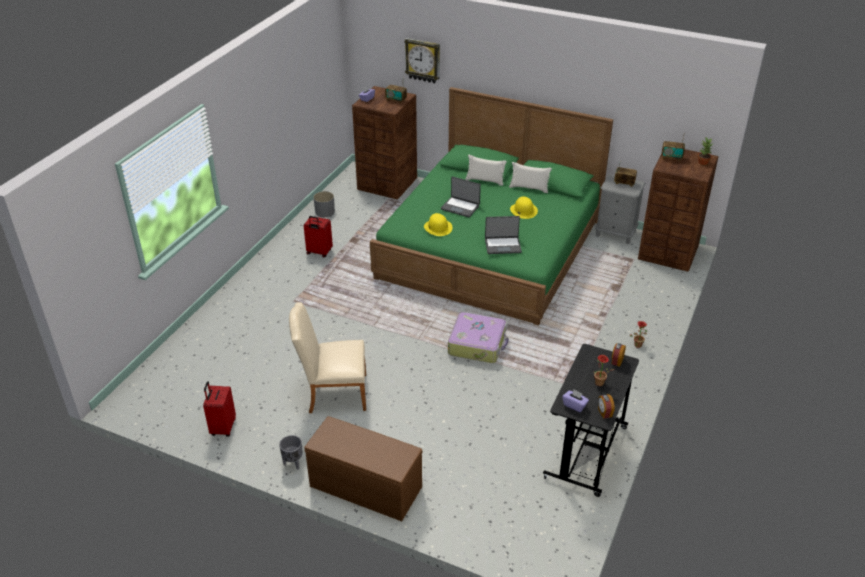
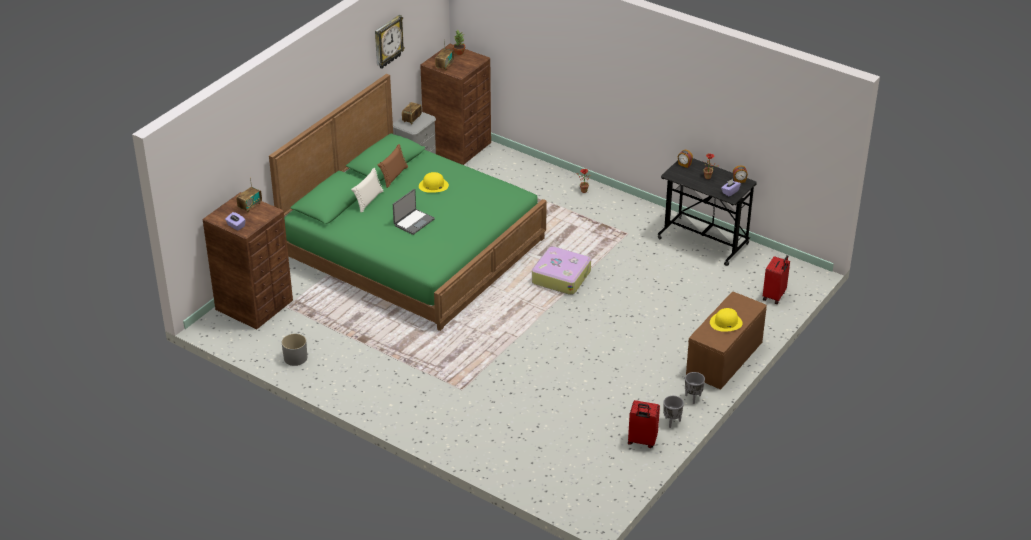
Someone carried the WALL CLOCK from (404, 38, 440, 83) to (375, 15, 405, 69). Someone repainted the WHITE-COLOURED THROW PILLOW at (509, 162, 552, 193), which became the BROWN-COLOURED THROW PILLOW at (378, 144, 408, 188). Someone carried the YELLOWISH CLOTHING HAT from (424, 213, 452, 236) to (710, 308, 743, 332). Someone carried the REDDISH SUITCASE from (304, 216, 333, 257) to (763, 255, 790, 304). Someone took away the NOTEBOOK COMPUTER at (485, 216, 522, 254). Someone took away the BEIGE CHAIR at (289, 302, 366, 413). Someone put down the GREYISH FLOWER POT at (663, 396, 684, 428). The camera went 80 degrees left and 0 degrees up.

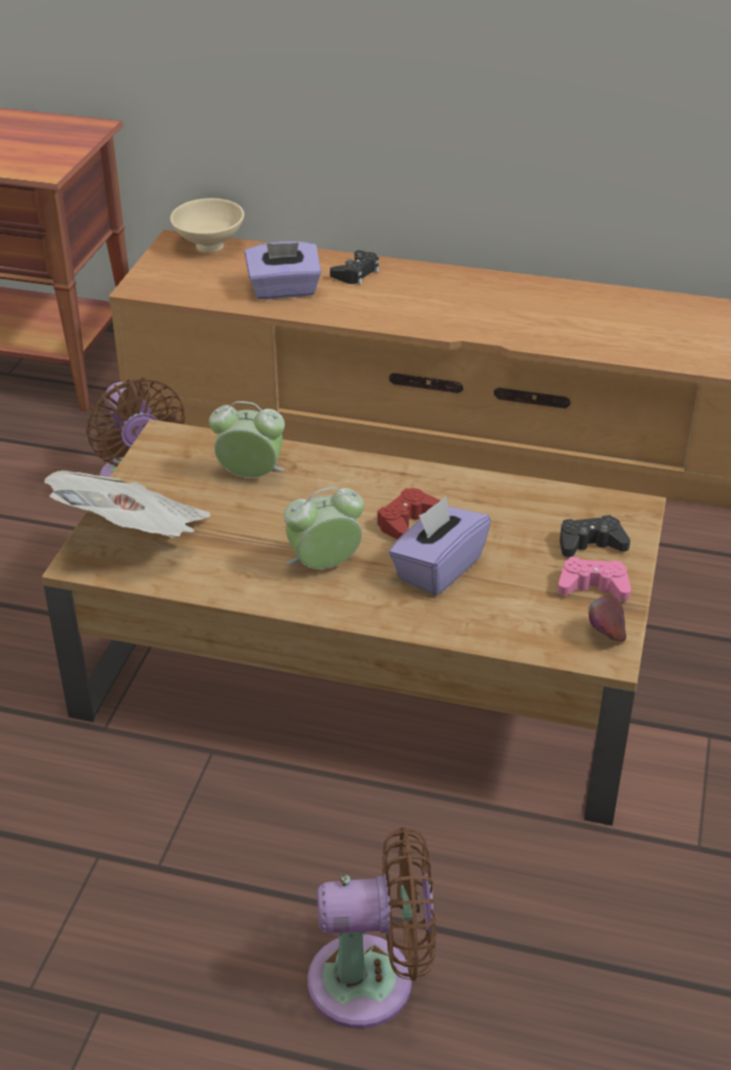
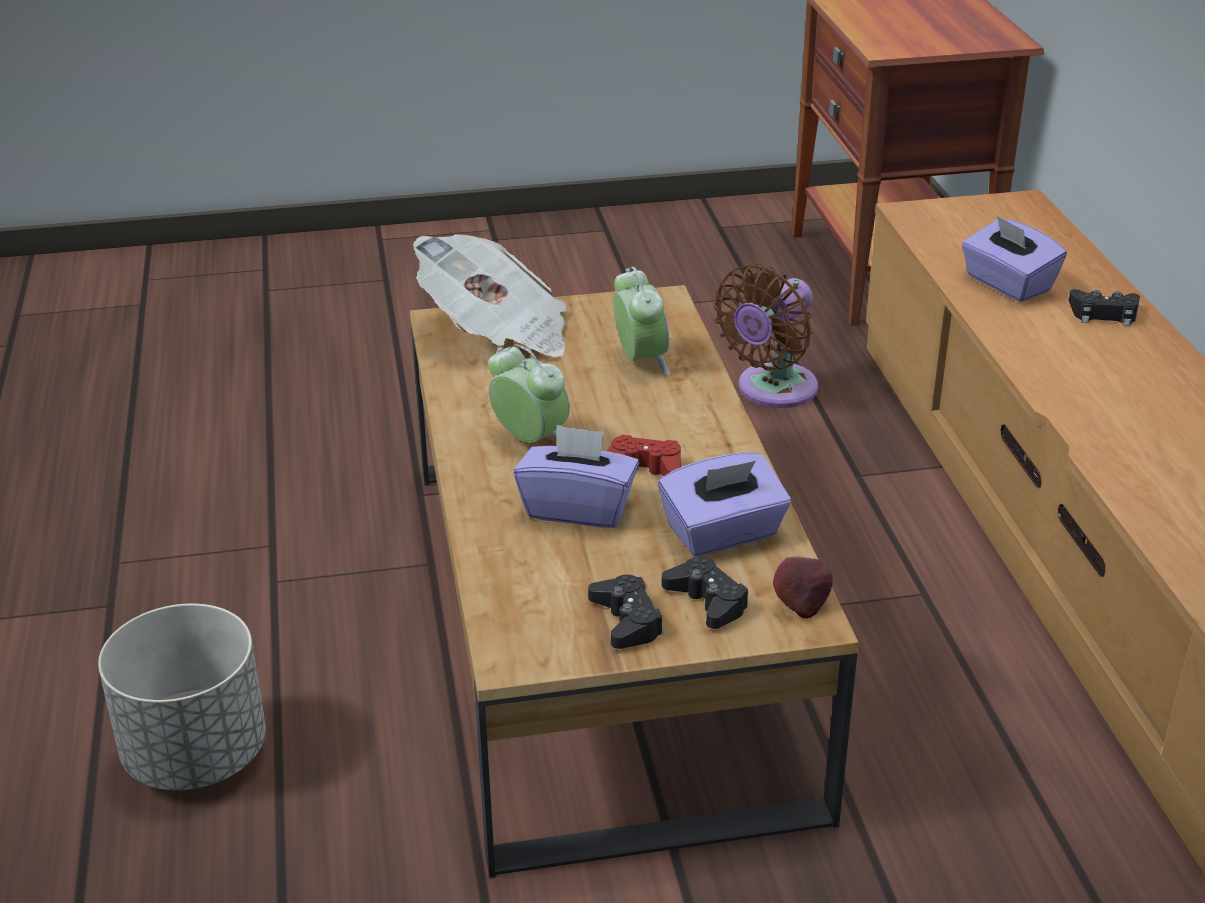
Someone took away the BEIGE SERVING BOWL at (170, 198, 244, 253). Someone repainted the PINKISH JOYPAD at (558, 557, 631, 601), which became the BLACK-COLOURED JOYPAD at (588, 575, 664, 649). Someone carried the APPLE FRUIT from (589, 596, 626, 641) to (773, 556, 833, 618). Someone swapped the BROWN-COLOURED COOLING FAN at (307, 827, 436, 1029) for the GREYISH FLOWER POT at (98, 603, 266, 791). Someone put down the PURPLE-COLOURED TISSUE BOX at (658, 452, 791, 556). The camera went 65 degrees right and 5 degrees down.

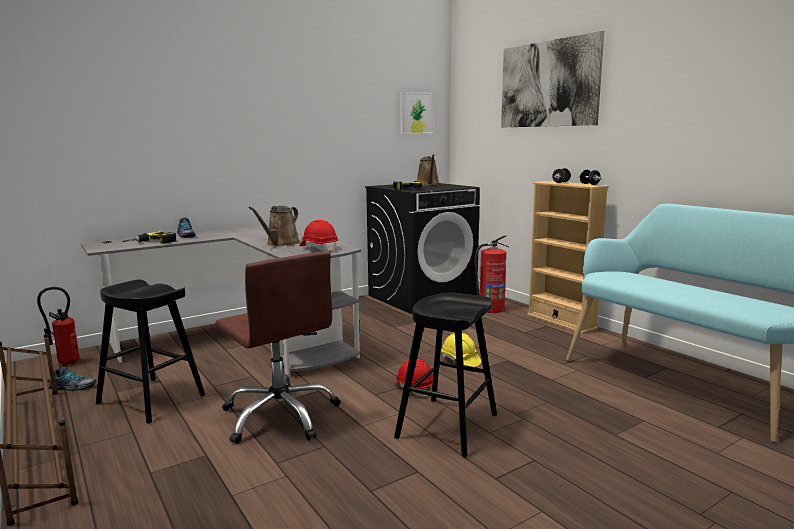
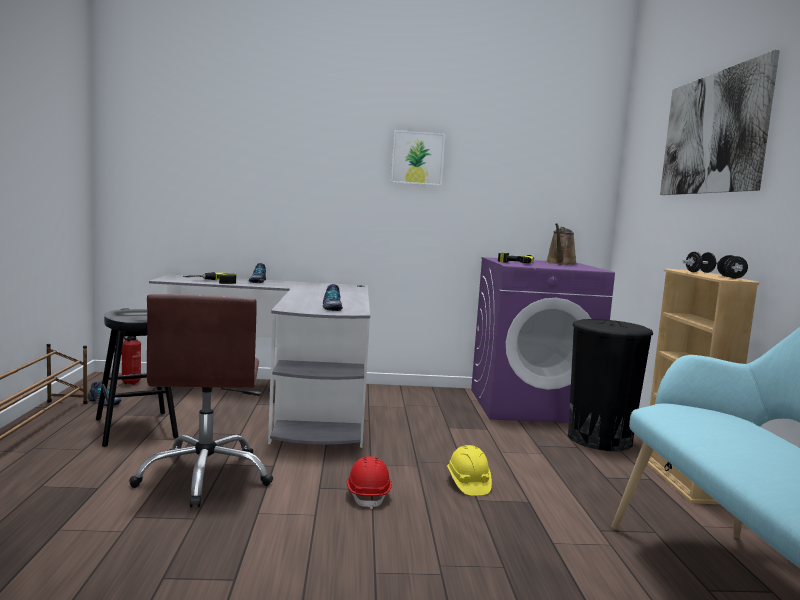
Someone carried the WALL PICTURE from (400, 92, 434, 134) to (391, 130, 445, 186). Someone repainted the BLACK-COLOURED WASHING MACHINE at (365, 183, 480, 314), which became the PURPLE-COLOURED WASHING MACHINE at (471, 257, 615, 423). Someone took away the BROWN-COLOURED WATERING CAN at (248, 206, 300, 246). Someone swapped the REDDISH HARD HAT at (300, 220, 338, 252) for the LOW SHOE at (323, 284, 343, 311). Someone swapped the FIRE EXTINGUISHER at (475, 235, 508, 313) for the BLACK-COLOURED RUBBISH BIN at (568, 319, 653, 451). Someone took away the BLACK-COLOURED SITTING STOOL at (394, 293, 497, 457). The camera went 30 degrees right and 5 degrees down.

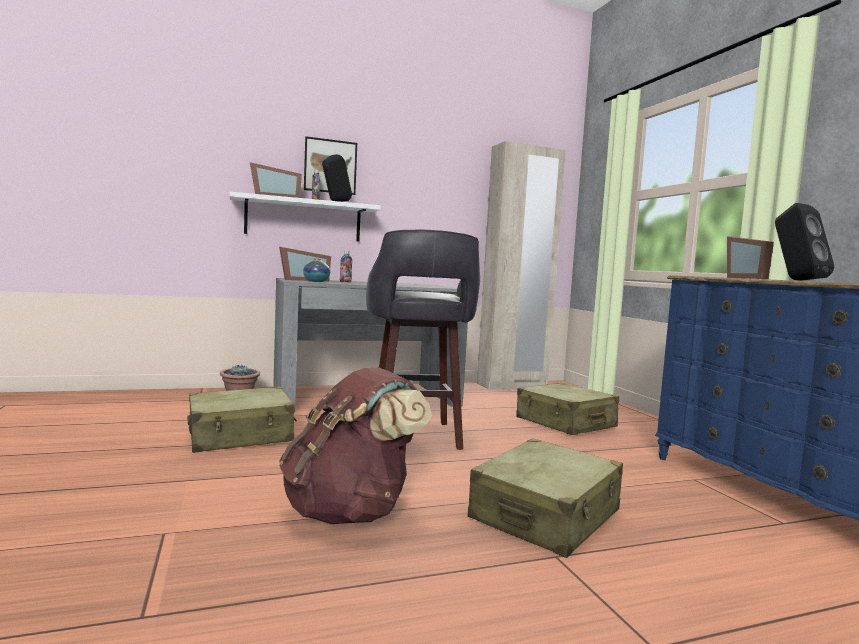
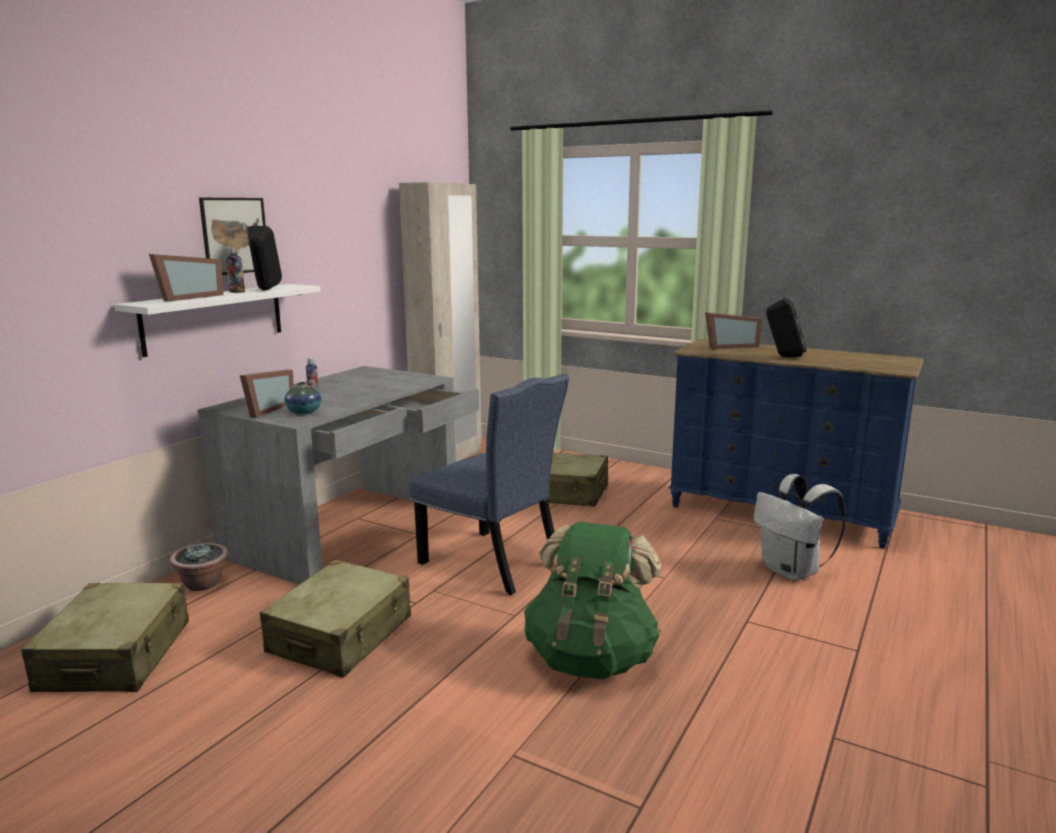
Someone swapped the GREYISH SITTING STOOL at (366, 230, 480, 450) for the BLUE CHAIR at (409, 374, 570, 595). Someone rotated the PHOTO FRAME at (727, 237, 774, 279) by 60 degrees counterclockwise. Someone repainted the BROWN-COLOURED BACKPACK at (279, 367, 432, 524), which became the GREEN-COLOURED BACKPACK at (524, 521, 661, 679). Someone carried the BEIGE SUITCASE from (468, 438, 623, 558) to (21, 583, 189, 692). Someone put down the WHITE-COLOURED BACKPACK at (753, 474, 846, 581). The camera went 40 degrees left and 10 degrees up.

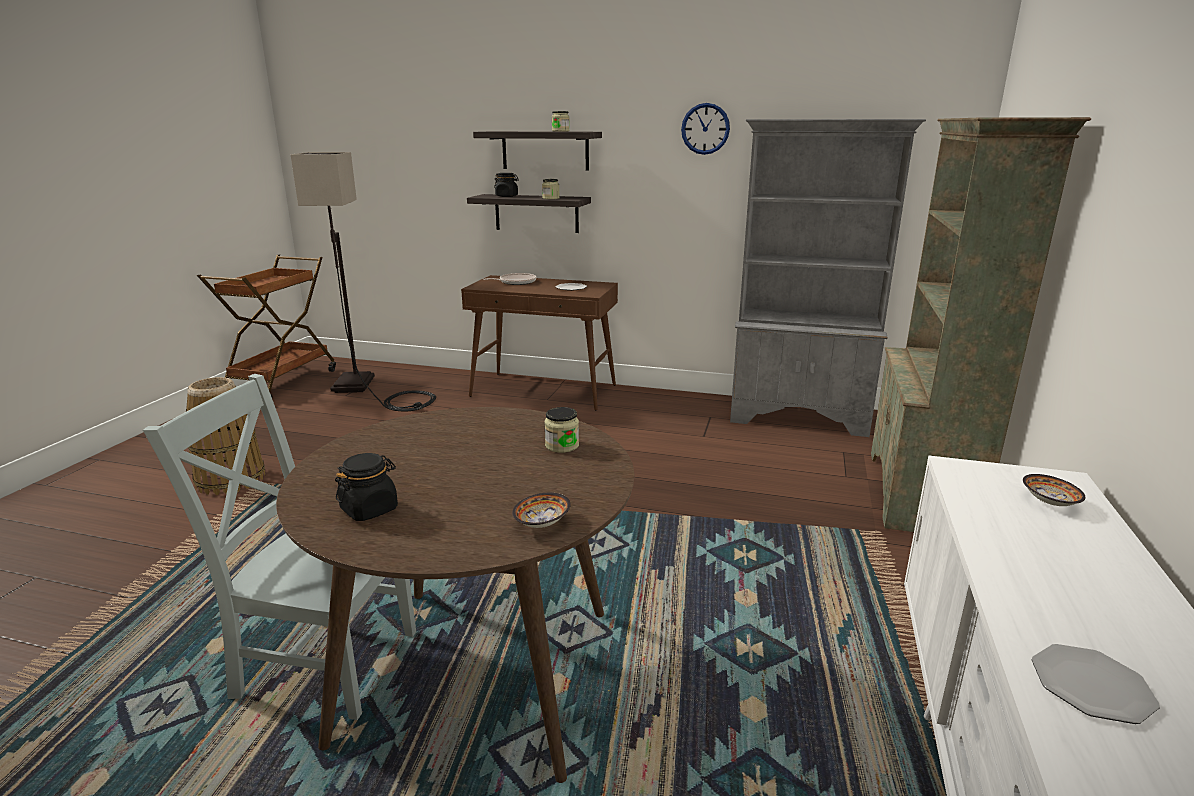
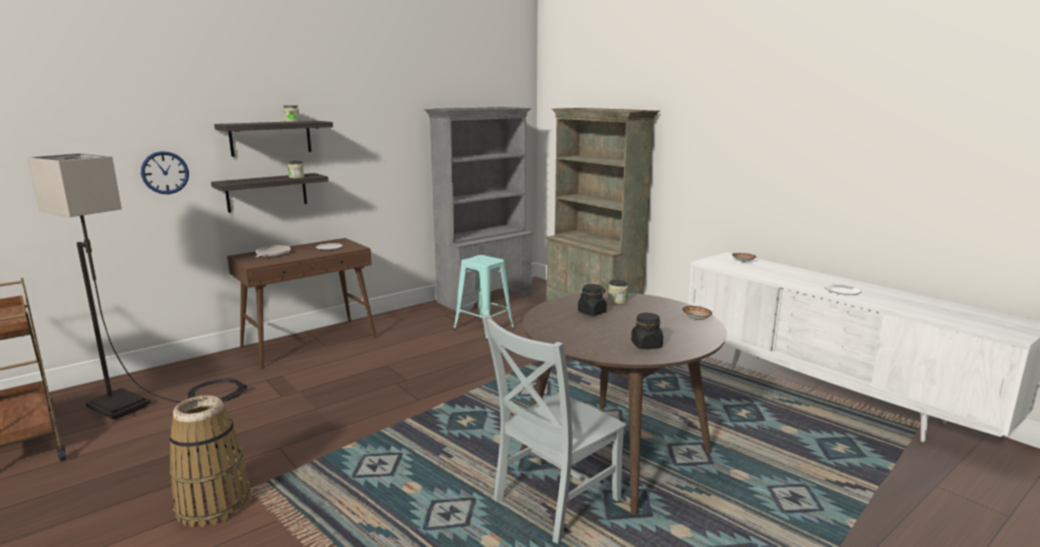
Someone carried the WALL CLOCK from (681, 103, 730, 155) to (141, 151, 189, 194). Someone carried the BLACK-COLOURED STORAGE JAR from (494, 173, 519, 197) to (578, 284, 607, 316). Someone put down the BLUE-GREEN SITTING STOOL at (453, 255, 515, 340). The camera went 55 degrees left and 5 degrees down.

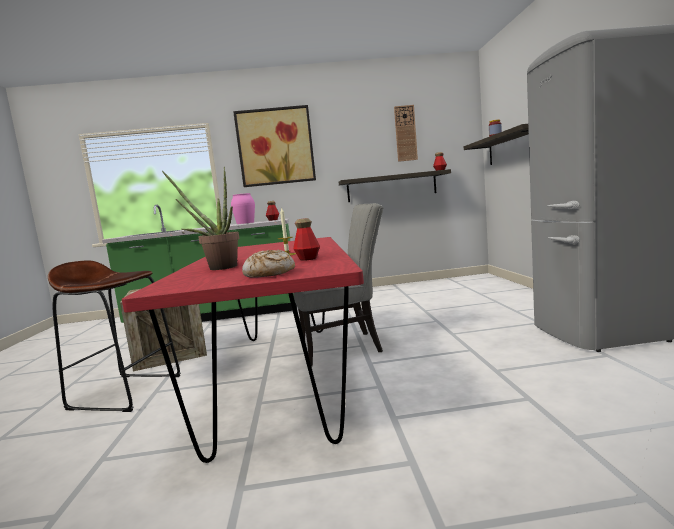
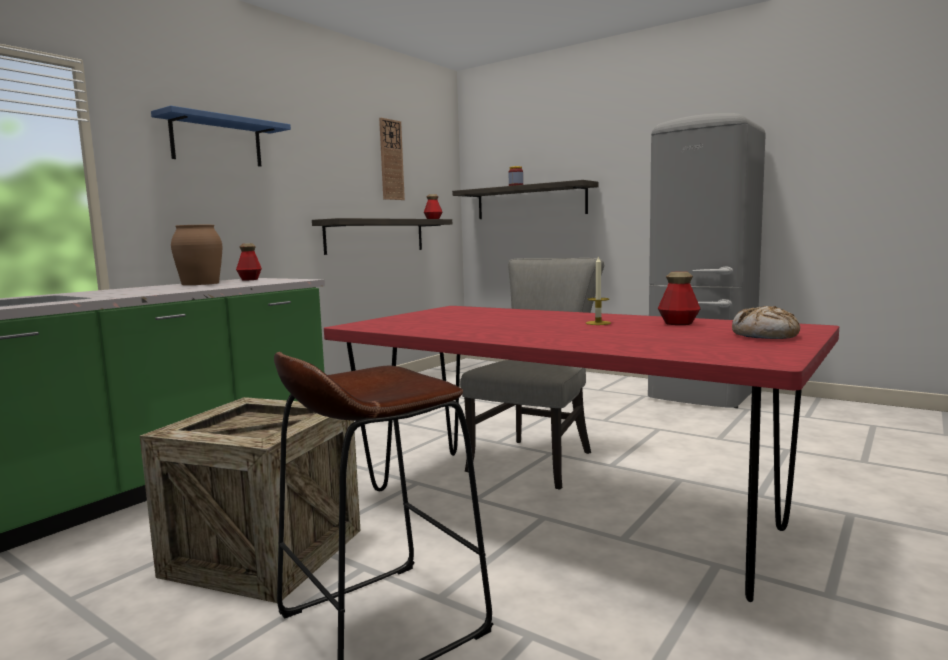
Someone swapped the WALL PICTURE at (233, 105, 316, 187) for the BLUE SHELF at (151, 106, 291, 167). Someone took away the HOUSEPLANT at (162, 167, 239, 270). Someone repainted the PINKISH DECORATIVE VASE at (231, 193, 255, 224), which became the BROWN-COLOURED DECORATIVE VASE at (171, 225, 222, 285). The camera went 50 degrees left and 0 degrees up.

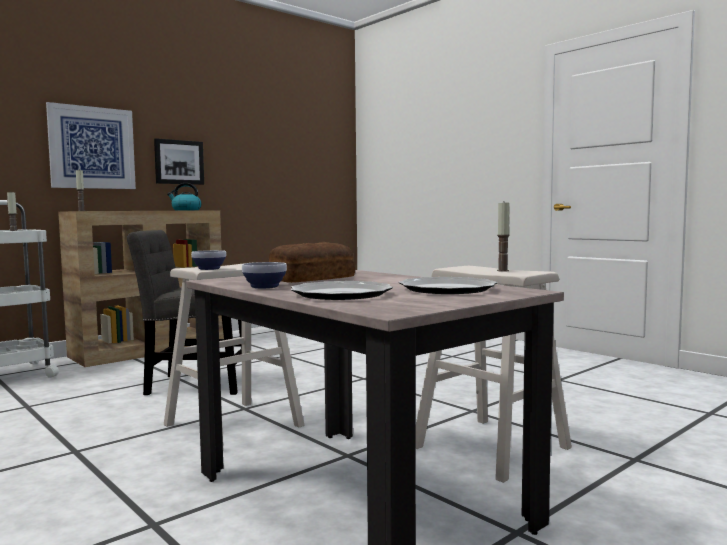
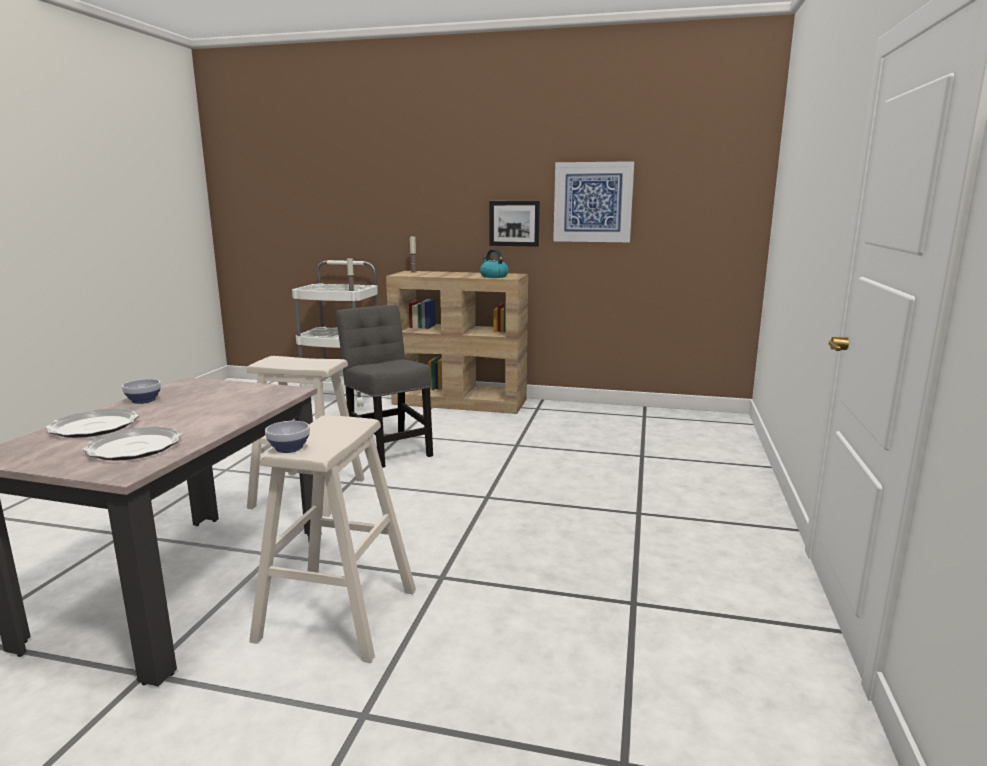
Someone carried the WALL PICTURE from (46, 102, 136, 189) to (553, 161, 634, 242). Someone took away the WAX LIGHT at (497, 203, 510, 272). Someone took away the BAKED BREAD at (269, 242, 355, 283). Someone carried the SERVING BOWL from (191, 250, 226, 270) to (265, 421, 310, 453). The camera went 55 degrees right and 10 degrees up.

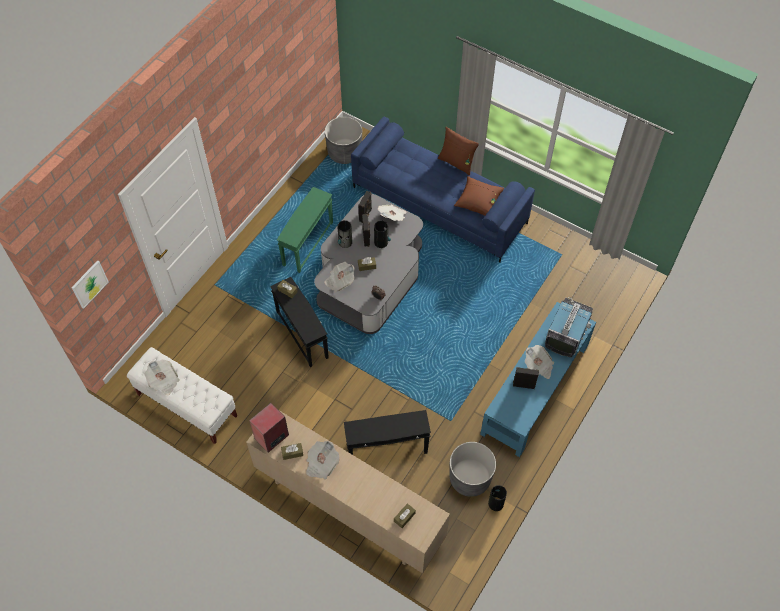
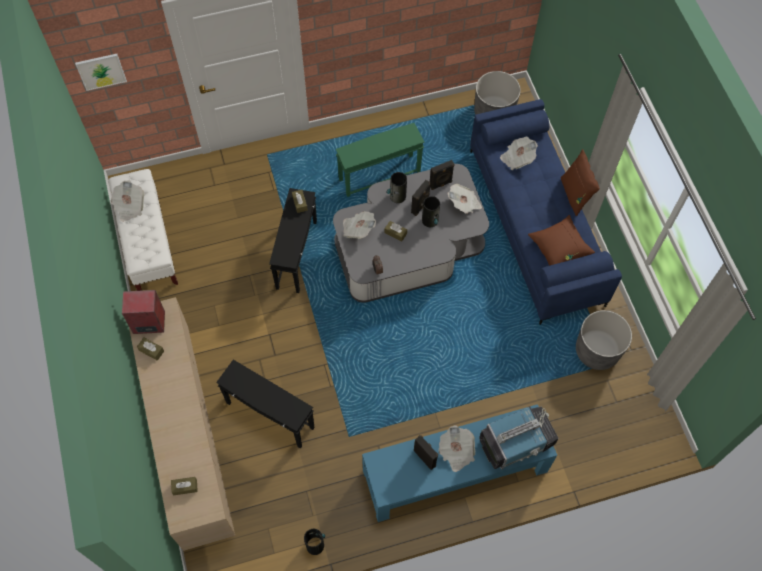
Someone carried the PRINTED PAPER from (306, 441, 339, 479) to (500, 137, 538, 170). Someone carried the GREYISH FLOWER POT from (450, 442, 496, 497) to (576, 310, 632, 370). The camera went 40 degrees right and 5 degrees up.

